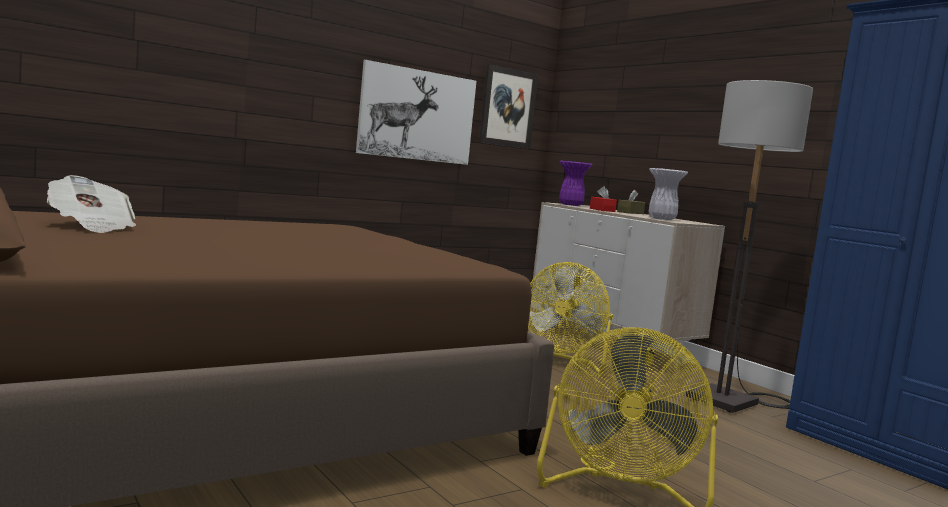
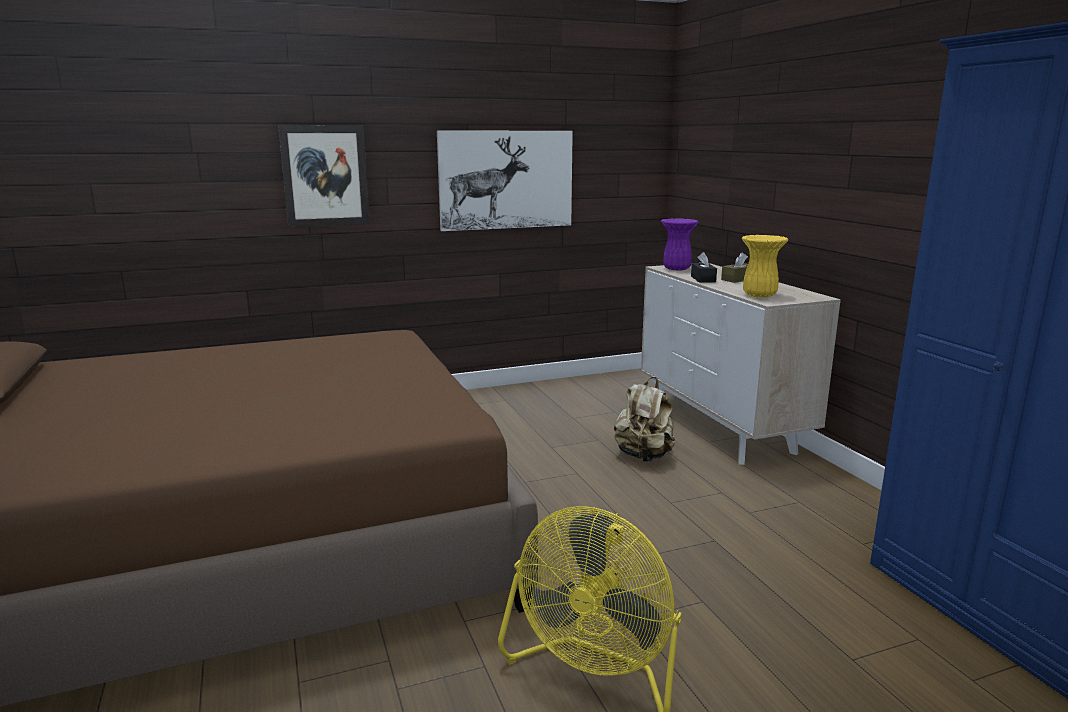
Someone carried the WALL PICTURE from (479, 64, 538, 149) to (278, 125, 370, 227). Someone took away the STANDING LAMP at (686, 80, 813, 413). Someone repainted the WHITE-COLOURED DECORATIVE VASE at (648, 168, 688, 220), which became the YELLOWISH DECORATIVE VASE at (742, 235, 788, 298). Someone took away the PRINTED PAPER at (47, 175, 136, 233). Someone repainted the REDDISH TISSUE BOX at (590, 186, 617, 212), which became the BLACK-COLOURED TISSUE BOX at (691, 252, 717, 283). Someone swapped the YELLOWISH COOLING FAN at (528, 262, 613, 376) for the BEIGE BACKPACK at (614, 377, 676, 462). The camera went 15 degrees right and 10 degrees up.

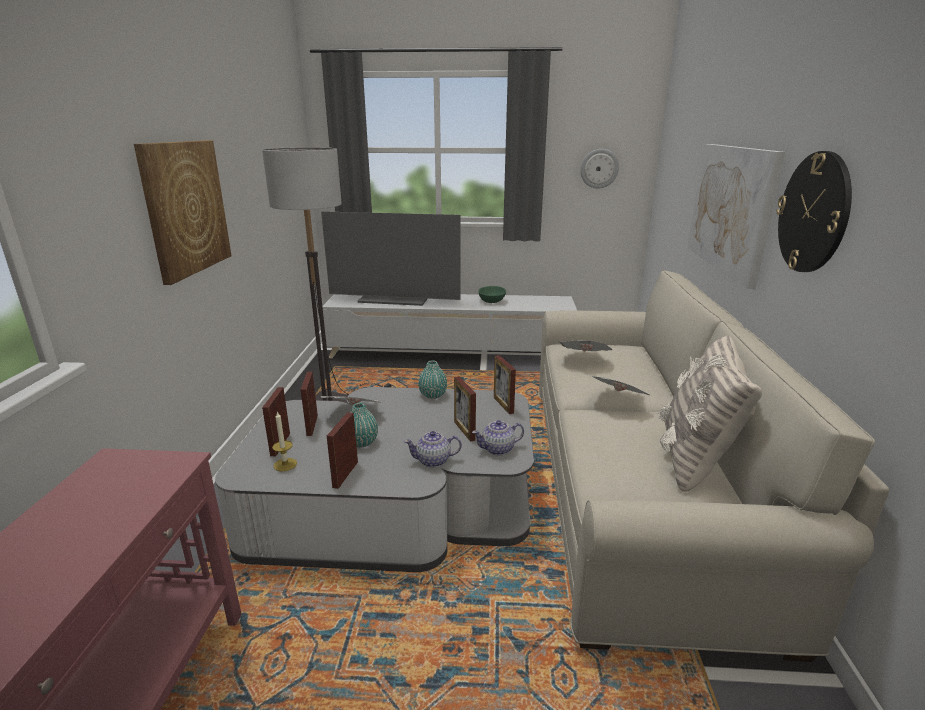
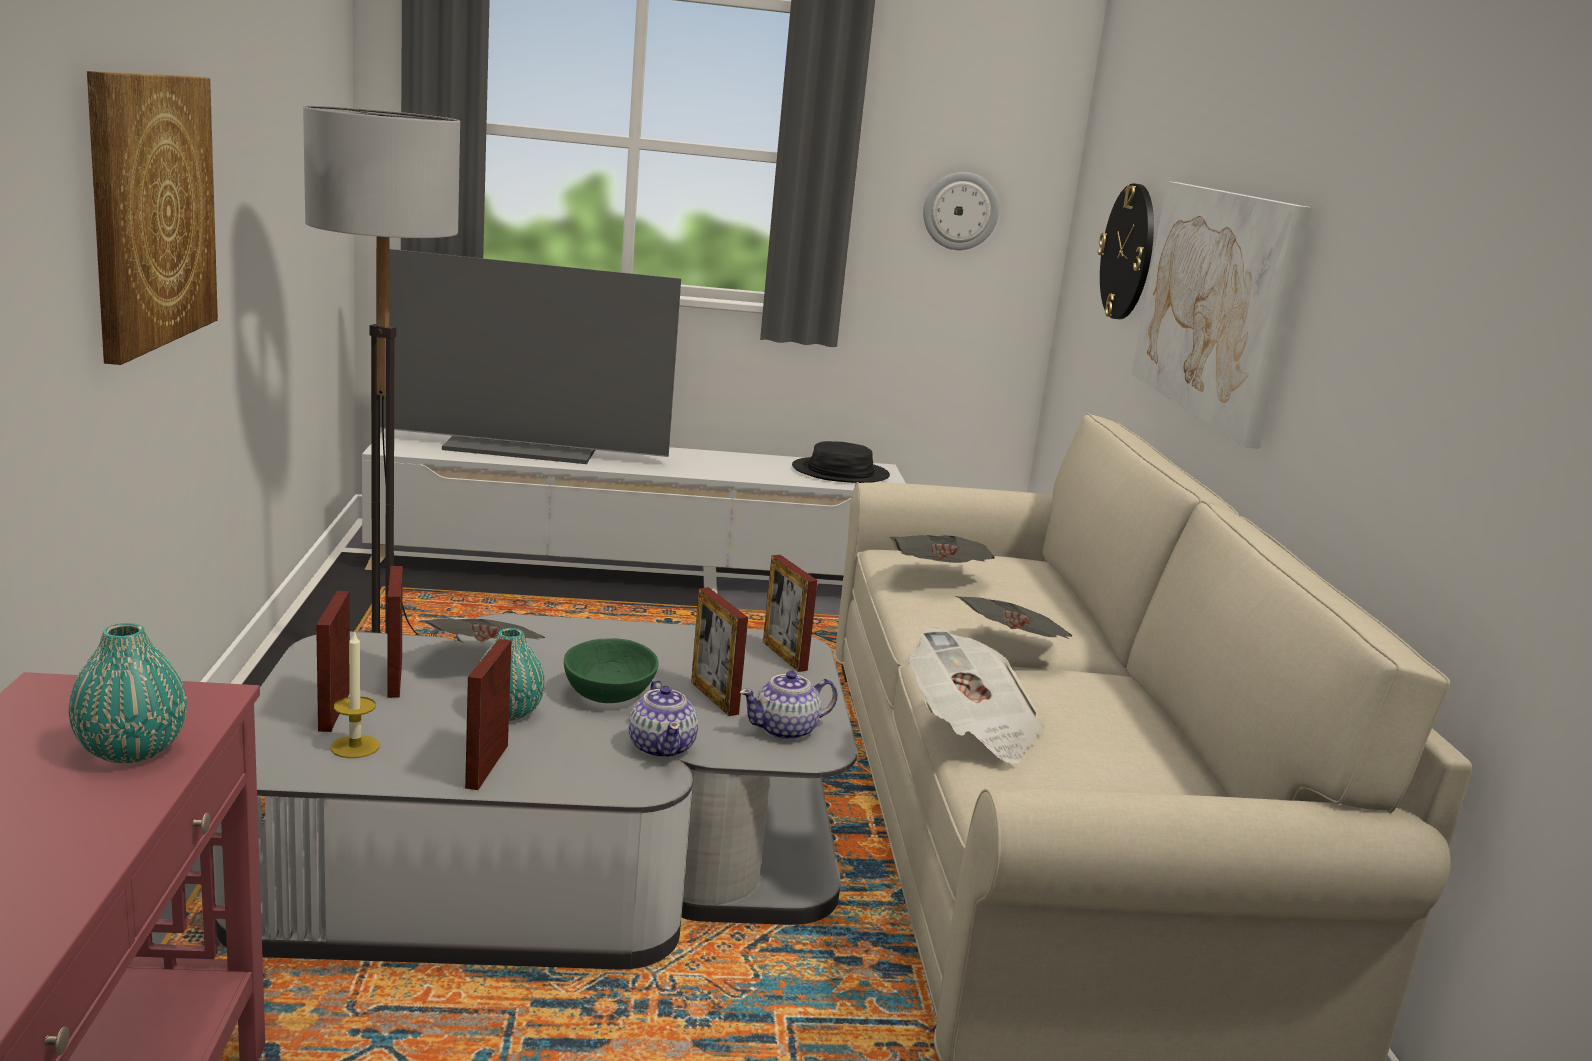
Someone carried the WALL CLOCK from (776, 151, 852, 272) to (1098, 183, 1154, 319). Someone carried the GREEN-COLOURED SERVING BOWL from (479, 286, 506, 303) to (564, 638, 659, 703). Someone took away the BEIGE THROW PILLOW at (656, 336, 762, 492). Someone carried the BLUE-GREEN DECORATIVE VASE from (418, 360, 447, 399) to (68, 623, 187, 763). Someone rotated the POT FOR TEA at (404, 431, 462, 468) by 90 degrees counterclockwise. Someone put down the BLACK-COLOURED CLOTHING HAT at (792, 441, 890, 483). Someone put down the PRINTED PAPER at (909, 628, 1045, 765). The camera went 10 degrees left and 5 degrees down.

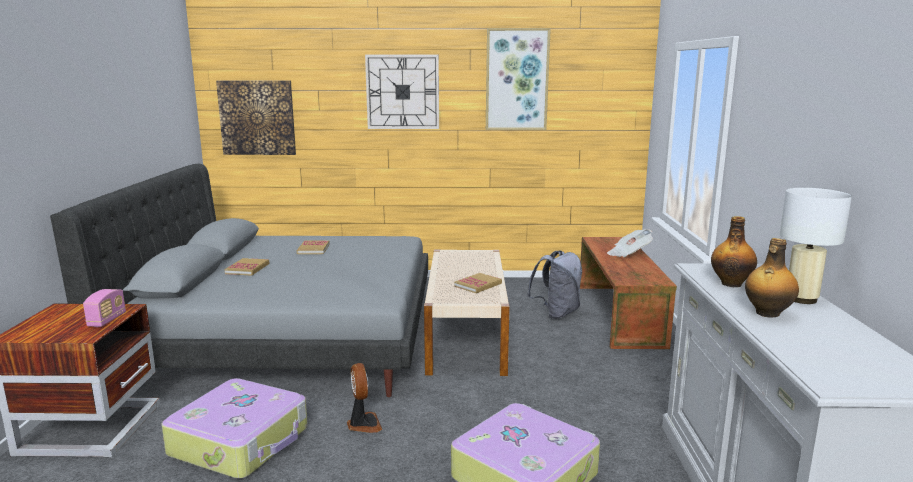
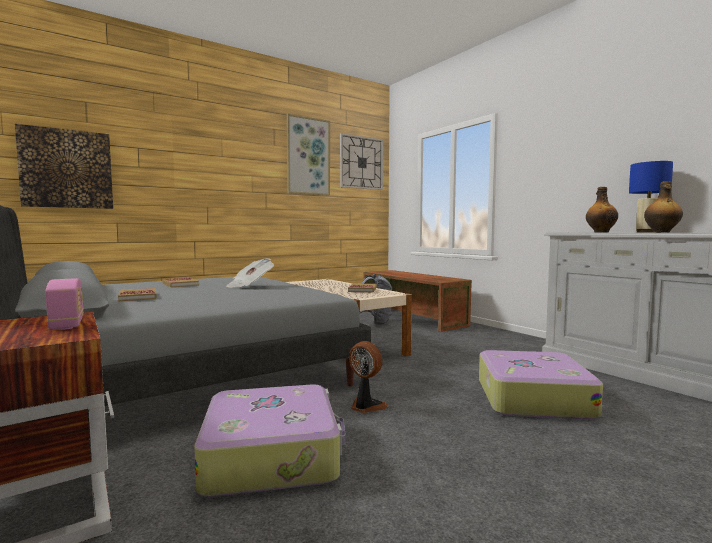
Someone carried the WALL CLOCK from (365, 54, 439, 129) to (340, 133, 383, 190). Someone repainted the WHITE-COLOURED TABLE LAMP at (780, 188, 852, 304), which became the BLUE TABLE LAMP at (629, 161, 673, 233). Someone carried the PRINTED PAPER from (607, 229, 653, 257) to (226, 258, 274, 288). The camera went 35 degrees left and 10 degrees down.

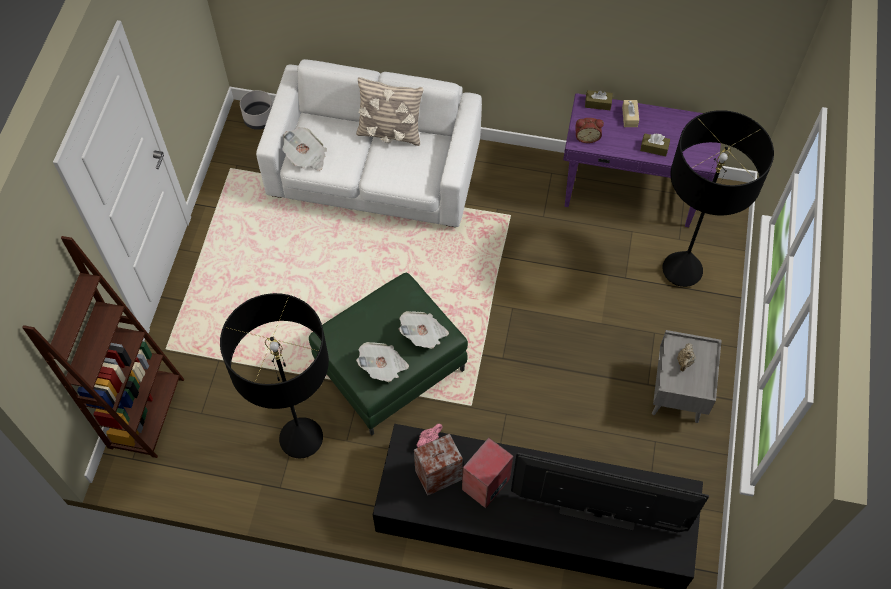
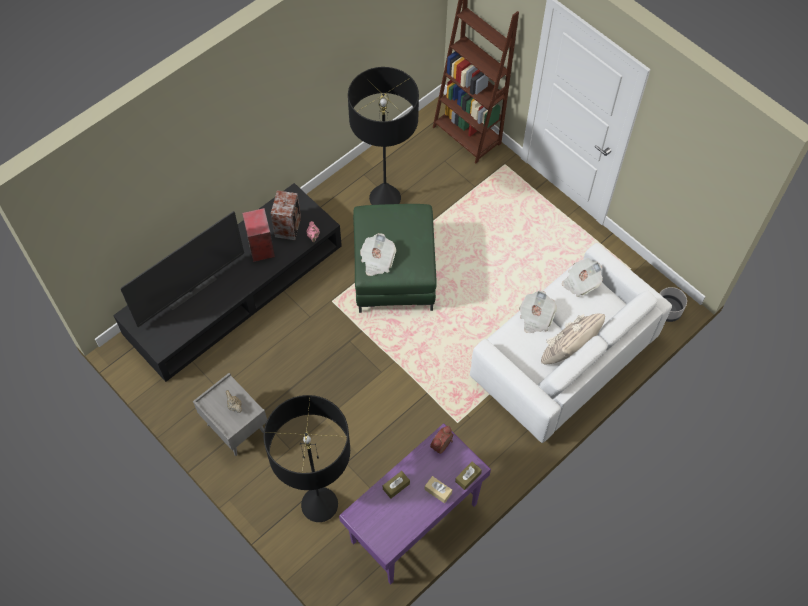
Someone carried the PRINTED PAPER from (356, 342, 409, 382) to (519, 291, 557, 333). The camera went 125 degrees right and 0 degrees up.

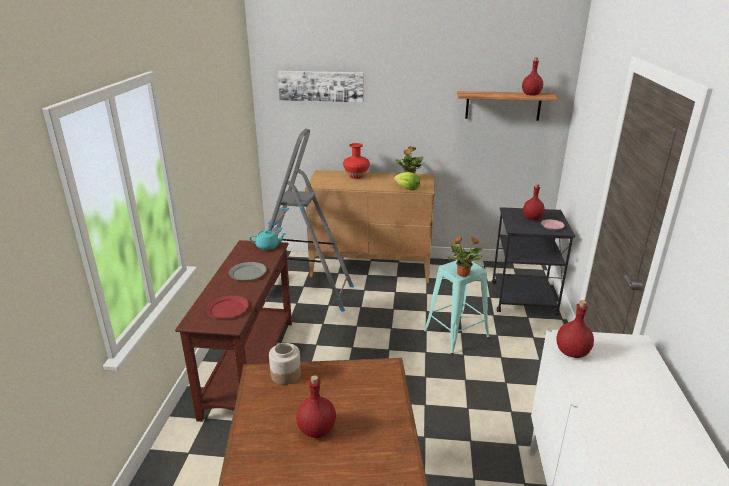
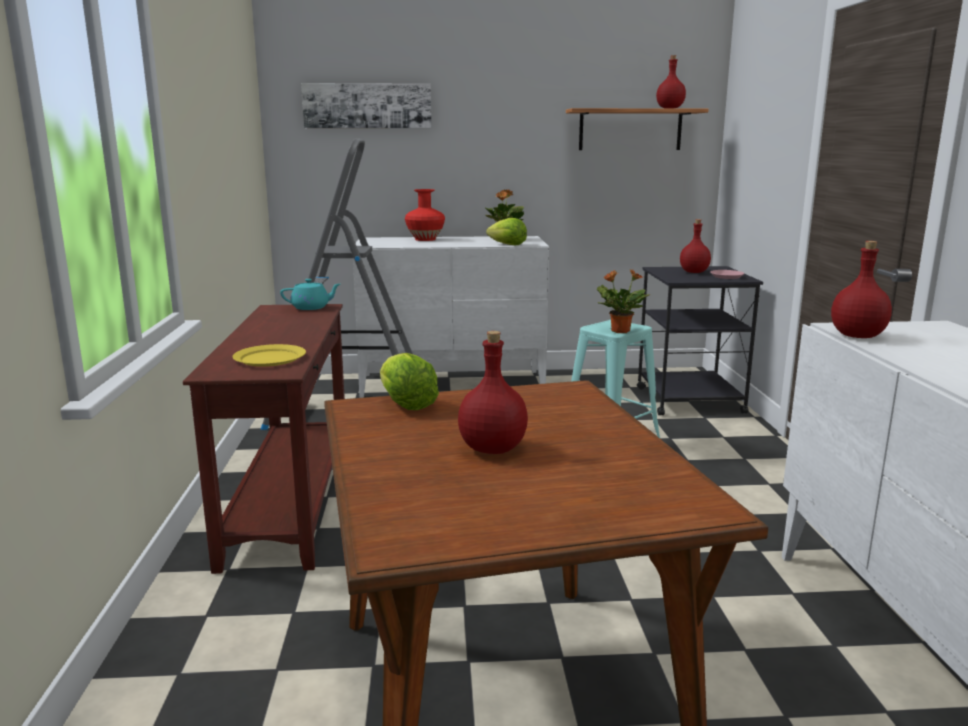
Someone repainted the BROWN-COLOURED CUPBOARD at (305, 170, 435, 283), which became the WHITE-COLOURED CUPBOARD at (353, 236, 550, 398). Someone took away the GREYISH FLAT DISH at (229, 262, 267, 280). Someone repainted the REDDISH FLAT DISH at (206, 295, 249, 319), which became the YELLOWISH FLAT DISH at (233, 344, 306, 367). Someone swapped the STORAGE JAR at (269, 343, 301, 385) for the LETTUCE at (380, 353, 439, 410). The camera went 10 degrees left and 10 degrees down.

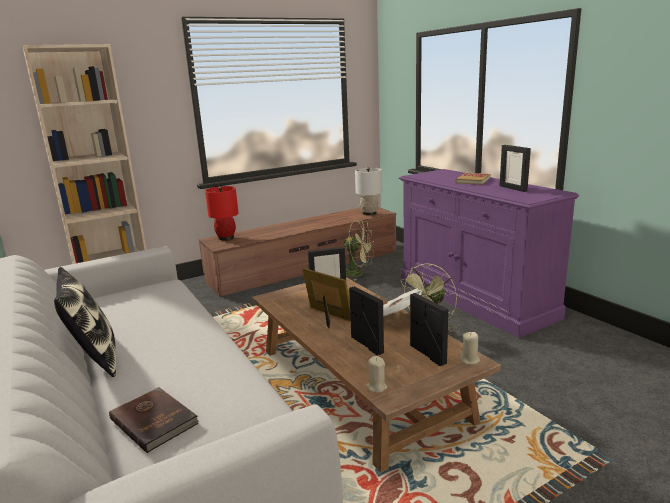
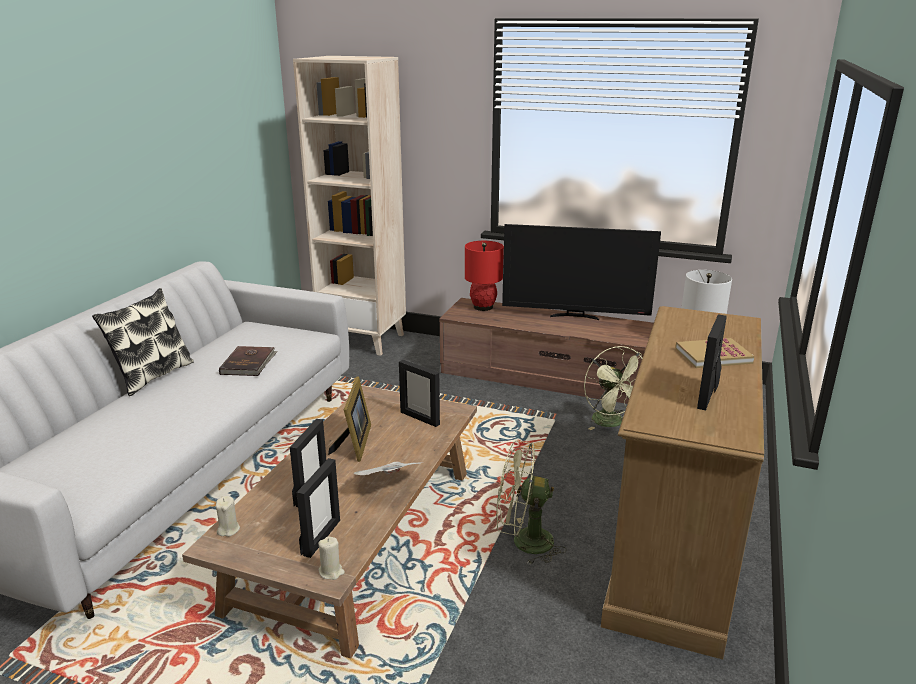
Someone repainted the PURPLE-COLOURED CUPBOARD at (399, 169, 579, 338), which became the BROWN-COLOURED CUPBOARD at (601, 306, 764, 660). Someone carried the BROWN-COLOURED VOLUME from (109, 387, 199, 453) to (219, 346, 278, 376). Someone put down the TELEVISION at (502, 224, 661, 320). The camera went 50 degrees right and 5 degrees up.

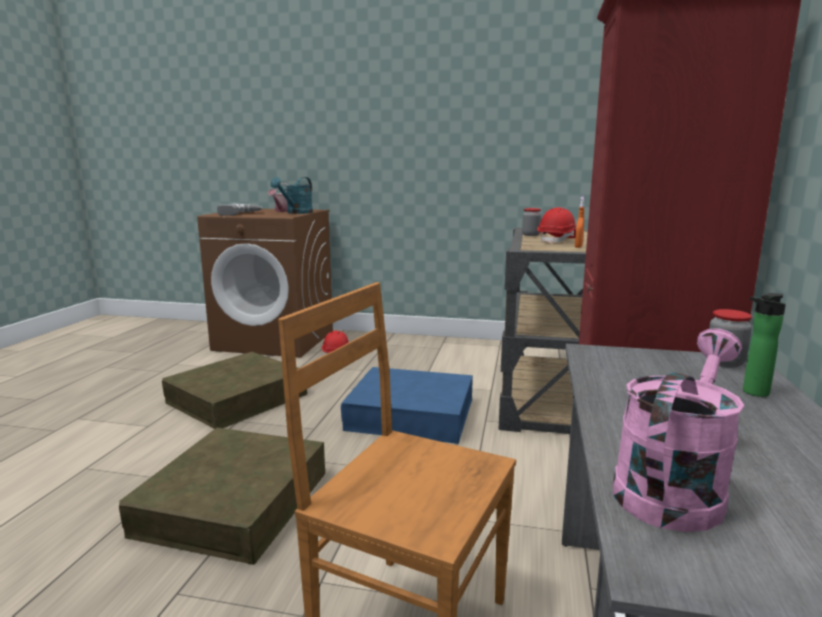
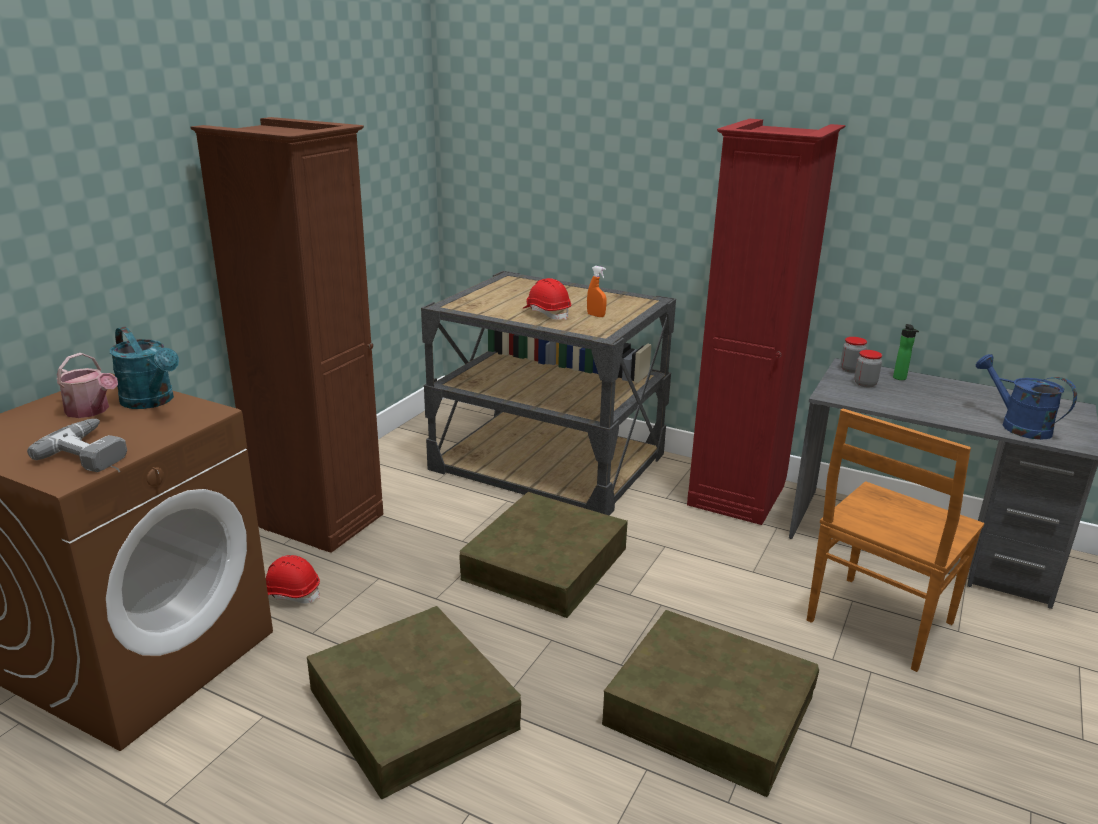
Someone carried the STORAGE JAR from (522, 208, 541, 236) to (854, 350, 882, 388). Someone repainted the PINKISH WATERING CAN at (613, 328, 744, 532), which became the BLUE WATERING CAN at (975, 354, 1077, 440). Someone repainted the BLUE STORAGE CONTAINER at (341, 367, 473, 444), which became the BROWN-COLOURED STORAGE CONTAINER at (459, 492, 628, 618). Someone put down the BROWN-COLOURED CUPBOARD at (190, 117, 383, 553). The camera went 75 degrees left and 10 degrees up.

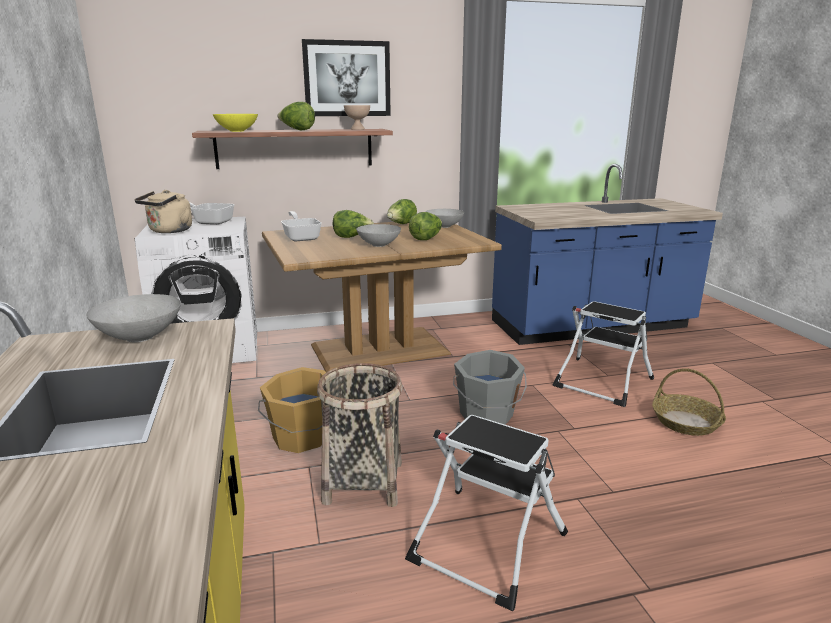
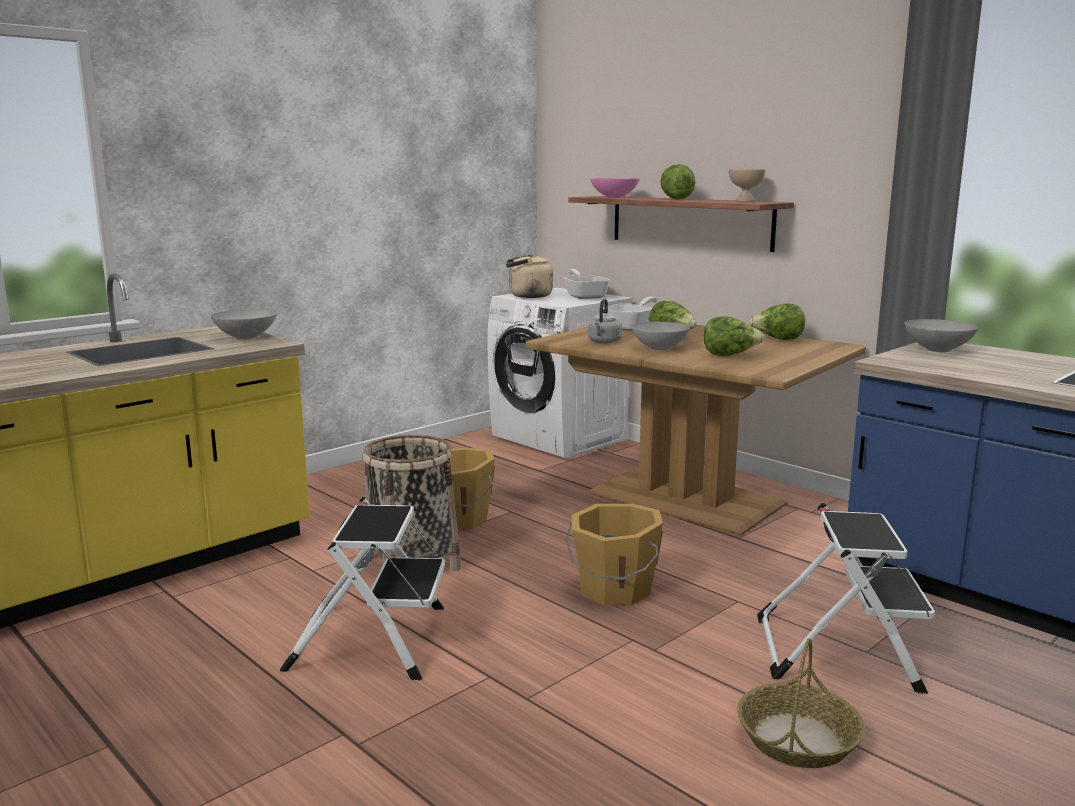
Someone took away the WALL PICTURE at (302, 39, 391, 116). Someone repainted the YELLOWISH SERVING BOWL at (213, 114, 258, 132), which became the PINKISH SERVING BOWL at (590, 178, 640, 198). Someone carried the GREYISH SERVING BOWL from (426, 209, 464, 228) to (905, 319, 978, 352). Someone repainted the GREYISH WATER BUCKET at (453, 350, 527, 425), which became the ORANGE WATER BUCKET at (566, 504, 663, 605). Someone put down the GREYISH TEA KETTLE at (588, 299, 622, 343). The camera went 60 degrees right and 5 degrees down.

